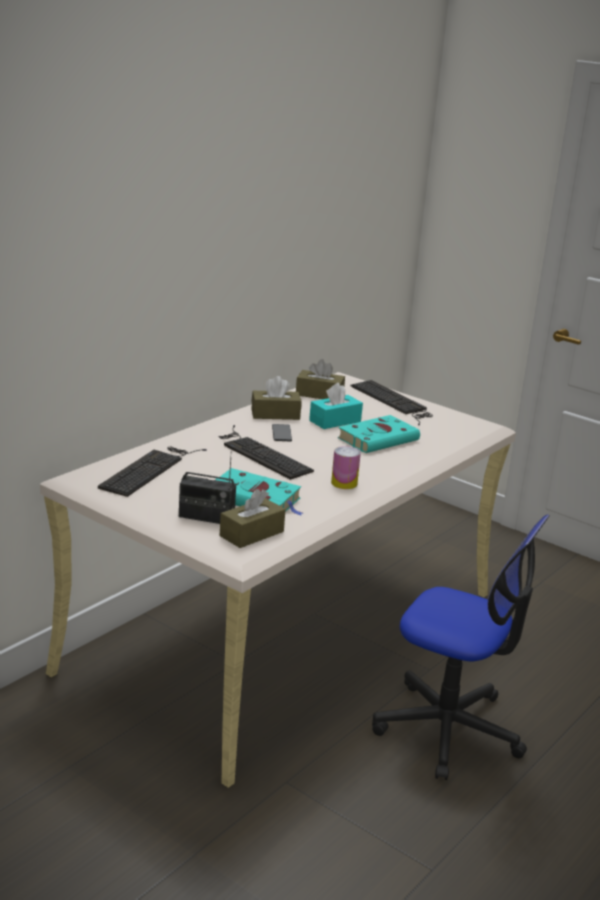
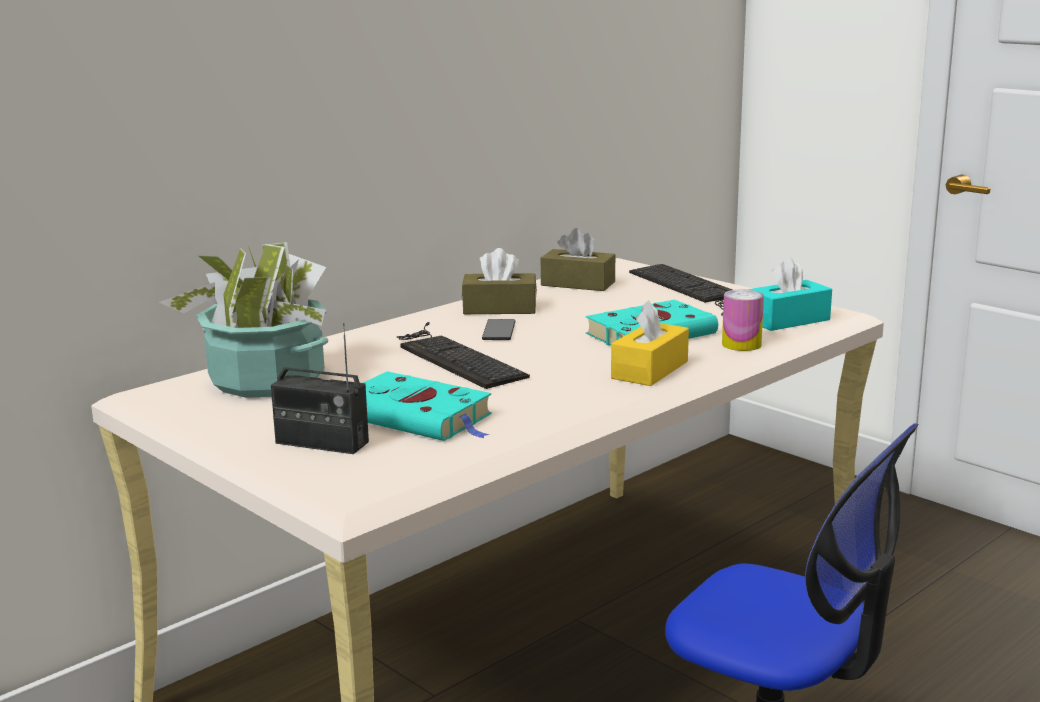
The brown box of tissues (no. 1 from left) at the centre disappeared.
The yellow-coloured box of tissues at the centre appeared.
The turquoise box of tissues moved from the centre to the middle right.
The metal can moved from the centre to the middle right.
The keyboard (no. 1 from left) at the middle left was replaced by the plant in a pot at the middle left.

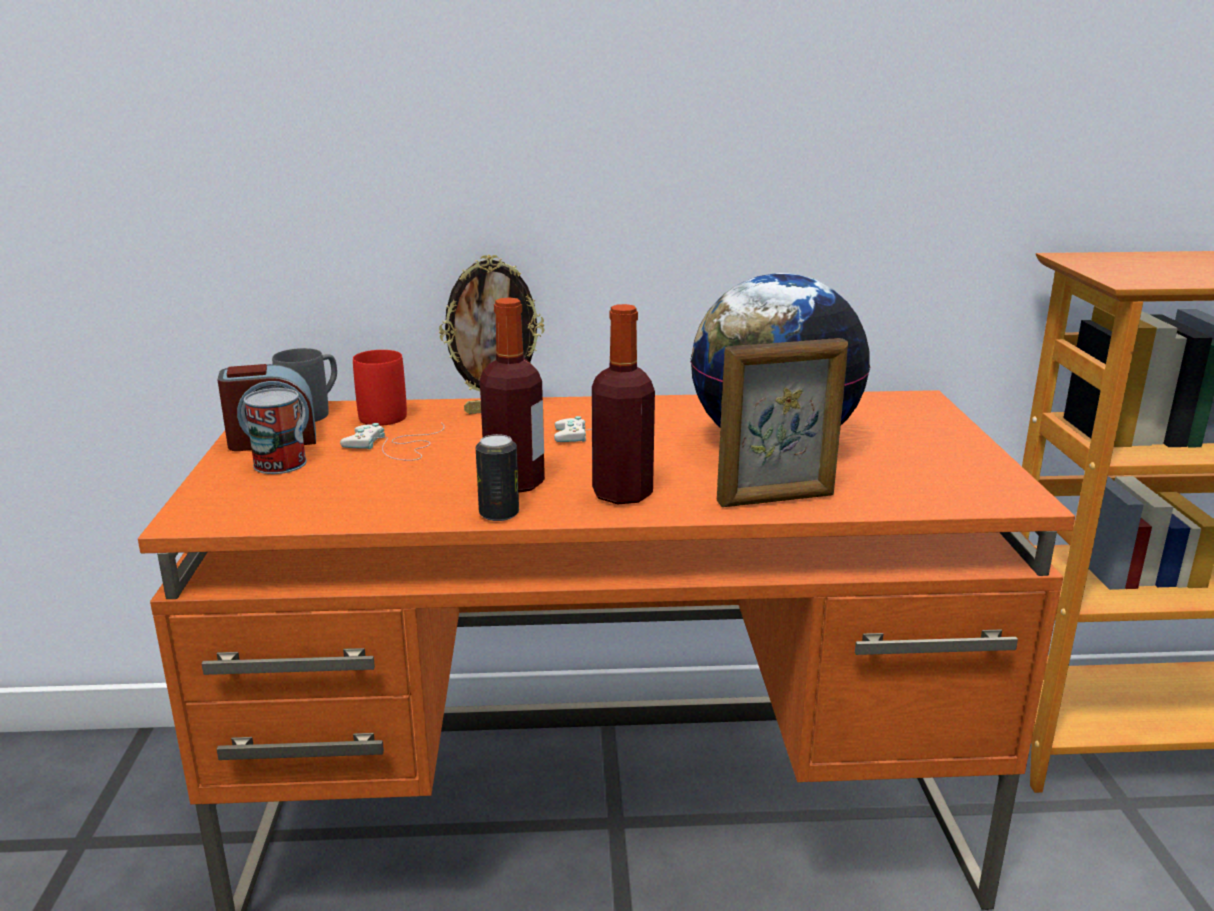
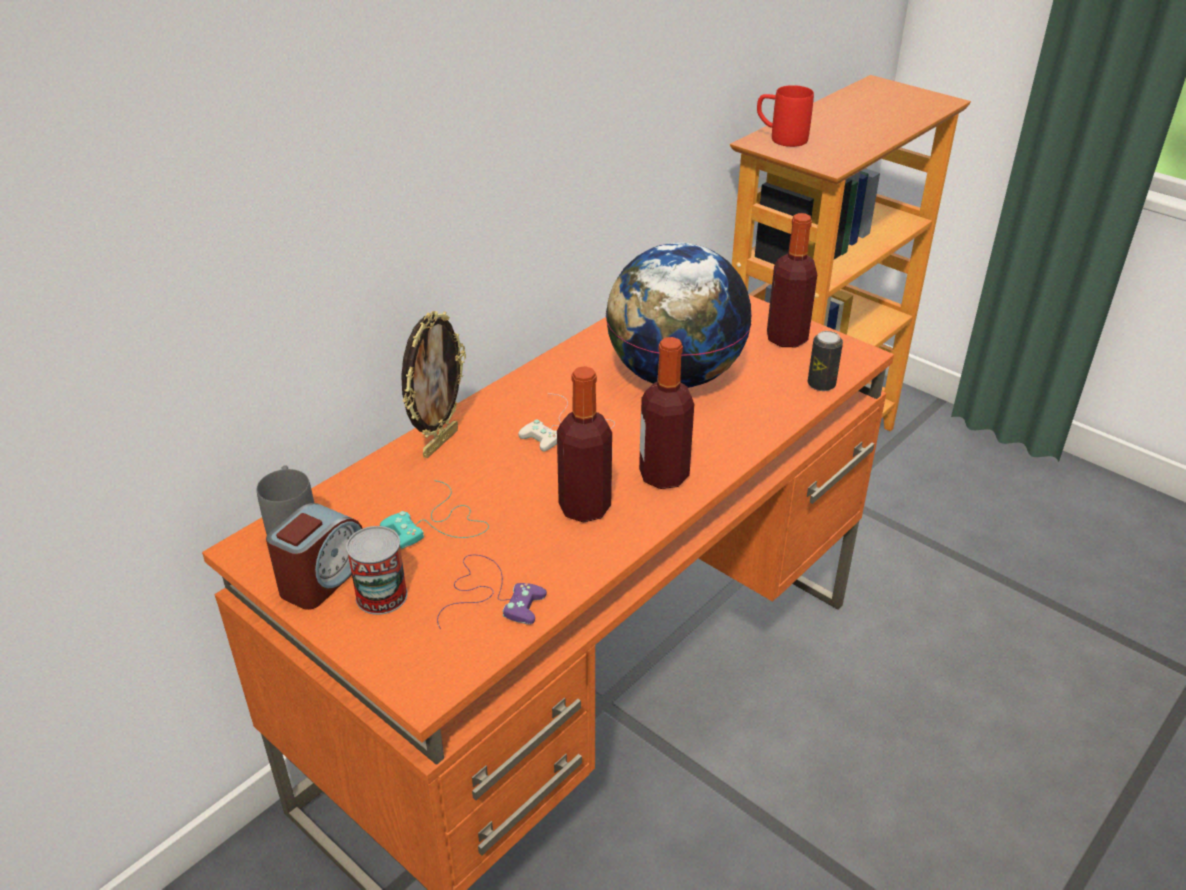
The standing frame (no. 2 from left) at the centre disappeared.
The purple joypad at the centre appeared.
The bottle (no. 3 from left) at the top right appeared.
The red-coloured mug moved from the middle left to the top centre.
The metal can (no. 2 from left) moved from the centre to the middle right.
The white joypad (no. 1 from left) at the middle left became the turquoise joypad at the centre.

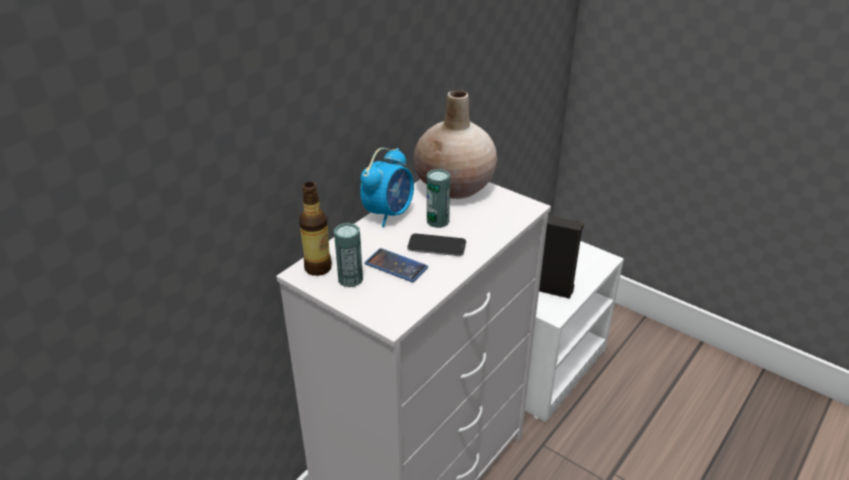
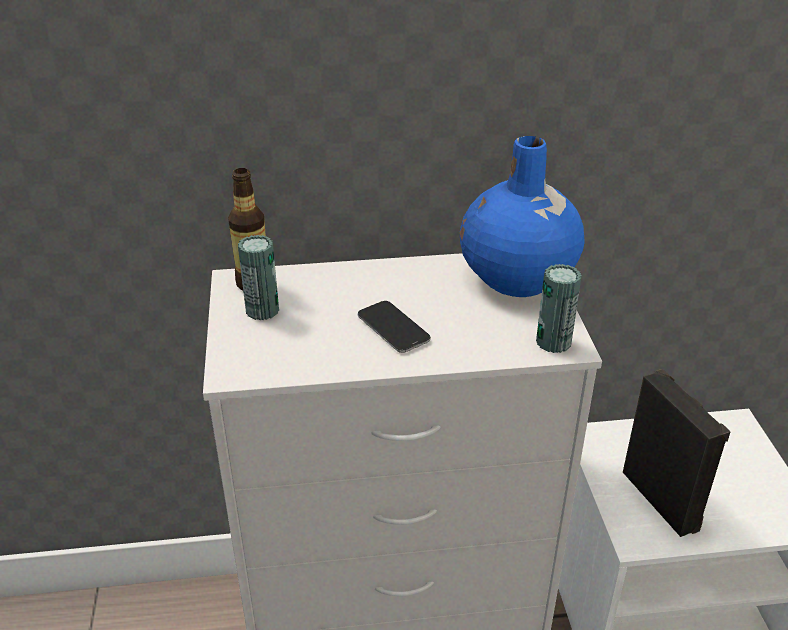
The alarm clock at the centre disappeared.
The handset (no. 1 from left) at the centre disappeared.
The metal can (no. 2 from left) moved from the centre to the middle right.
The beige-coloured vase at the top centre became the bluish vase at the centre.

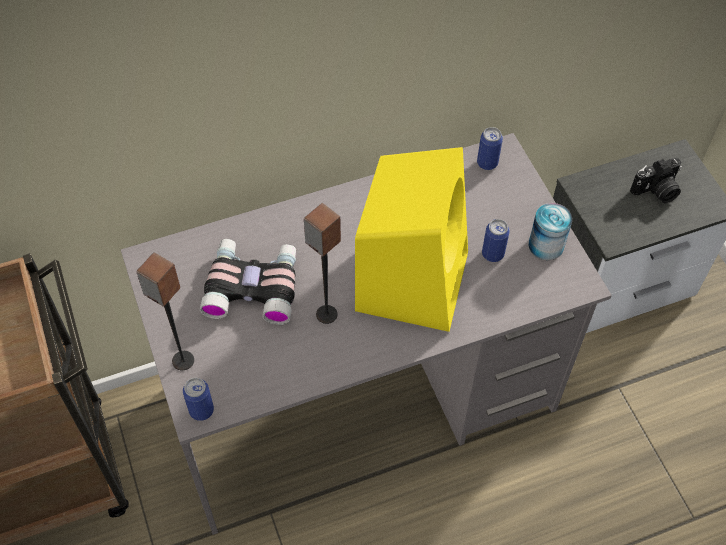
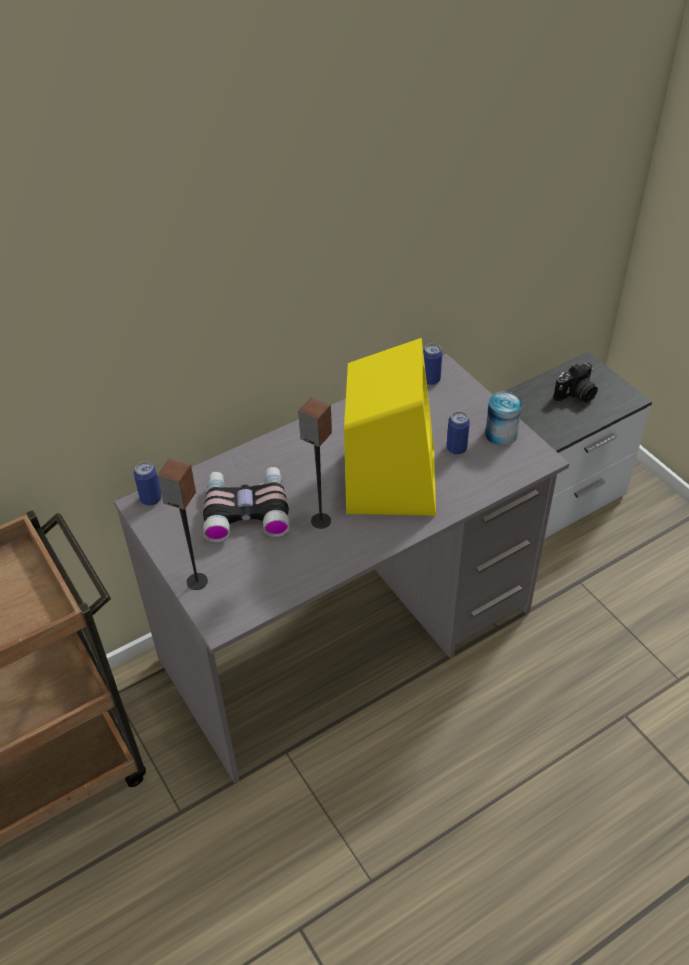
The metal can (no. 1 from left) moved from the bottom left to the middle left.

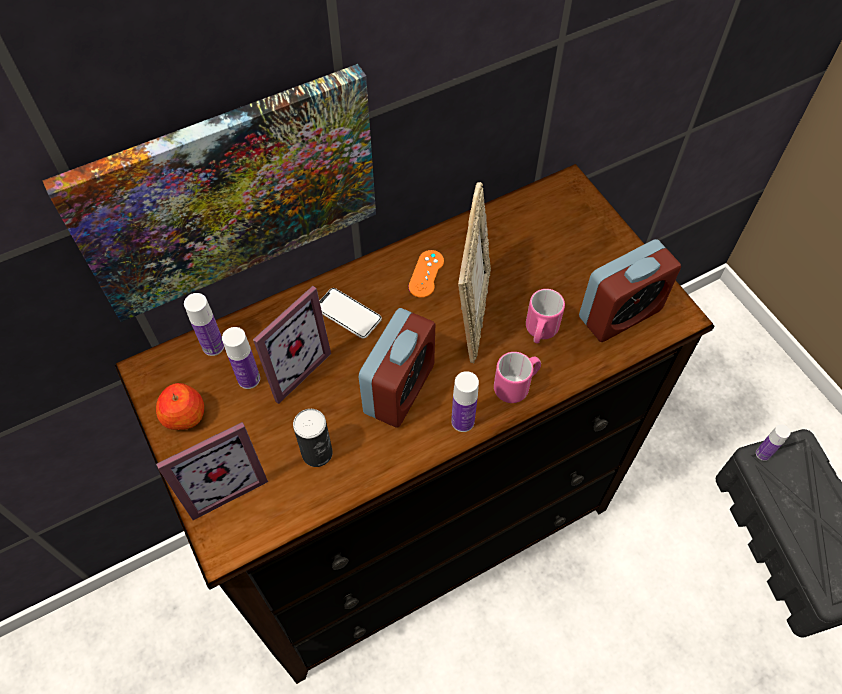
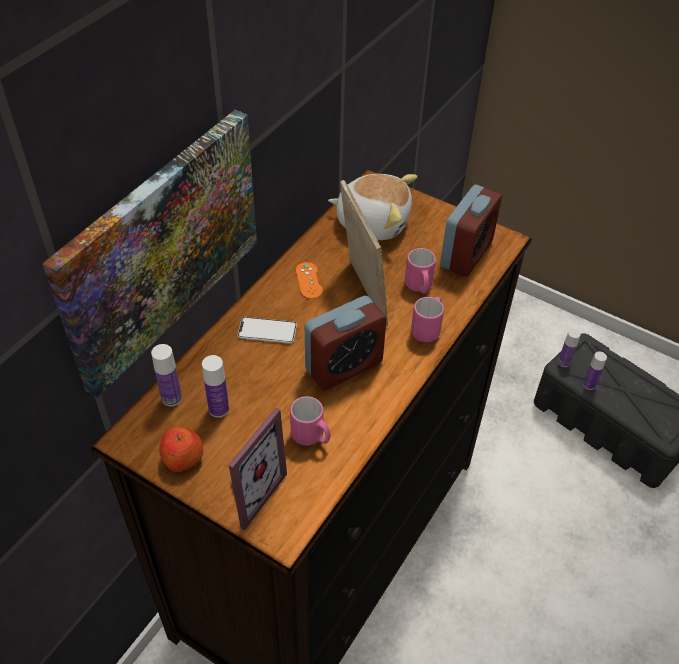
The standing frame (no. 2 from left) at the centre disappeared.
The soft toy at the top centre appeared.
The bottle (no. 3 from left in the first image) moved from the centre to the middle right.
The metal can at the centre was replaced by the pinkish mug (no. 1 from left) at the centre.
The alarm clock (no. 1 from left) at the centre turned 60 degrees clockwise.

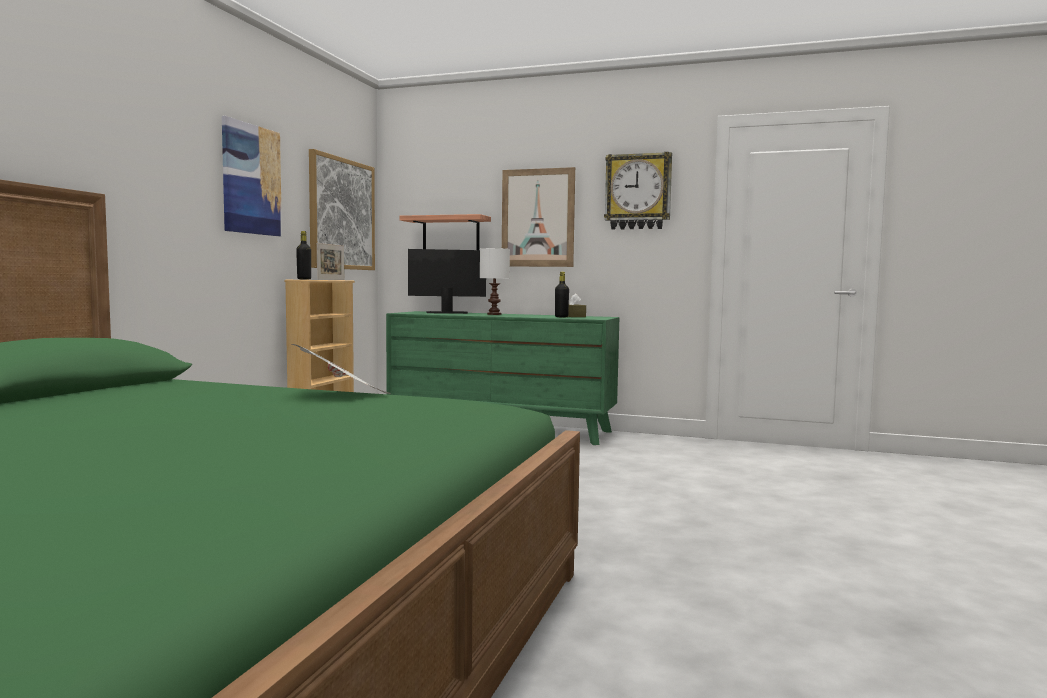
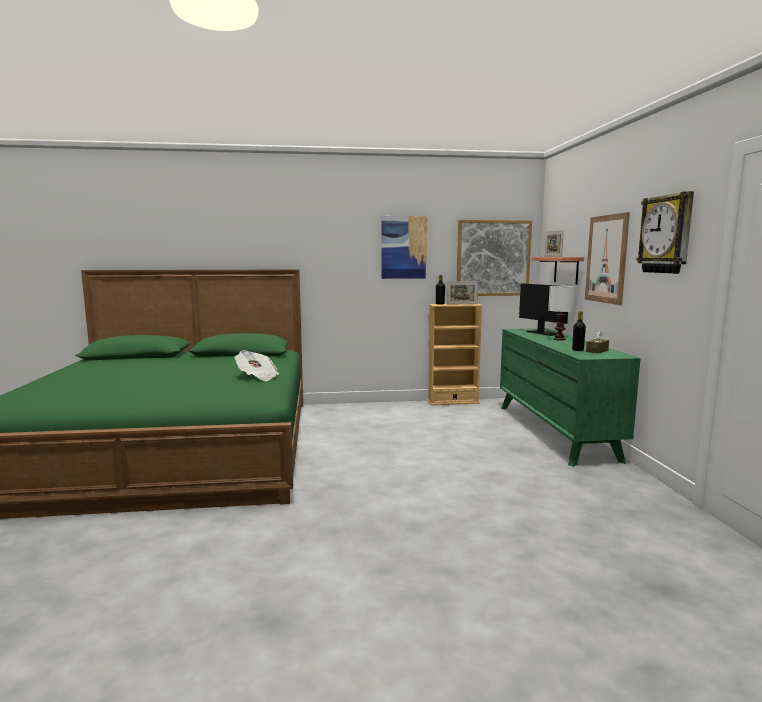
The standing frame (no. 2 from left) at the middle right appeared.

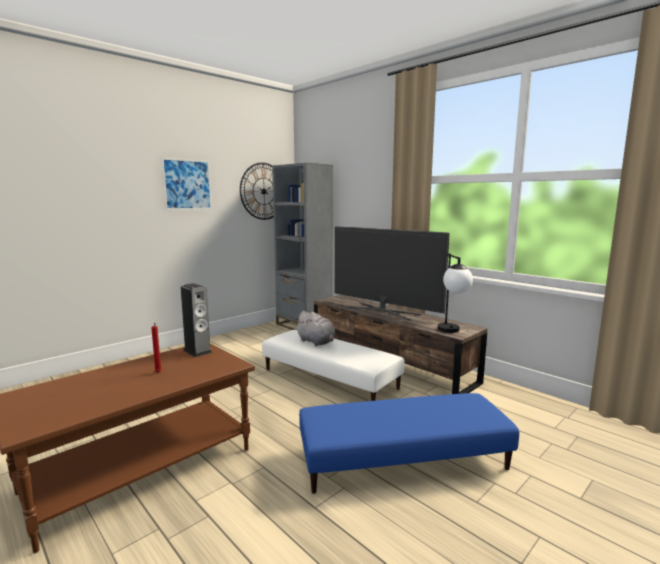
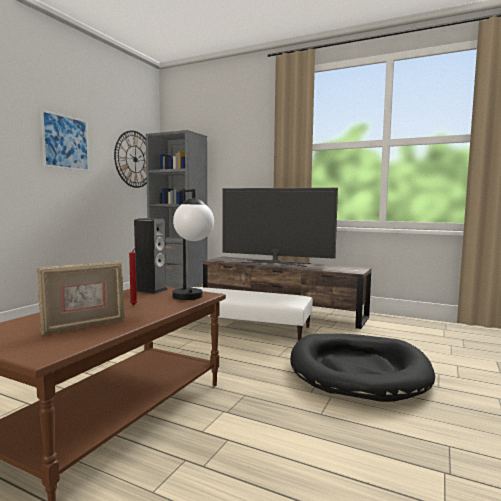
The gray soft toy at the centre disappeared.
The standing frame at the middle left appeared.
The table lamp moved from the middle right to the centre.
The bluish pouffe at the bottom centre was replaced by the black-coloured dog cushion at the bottom right.

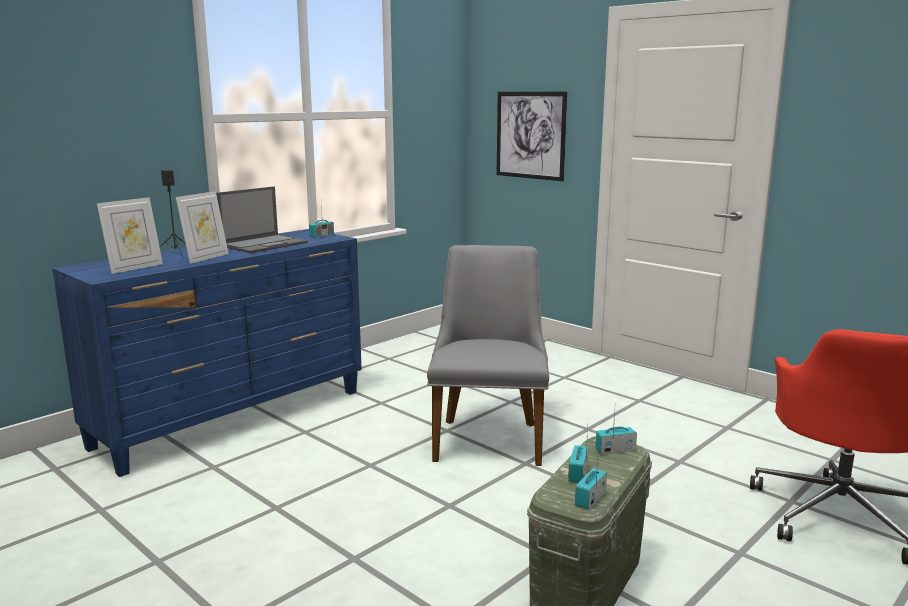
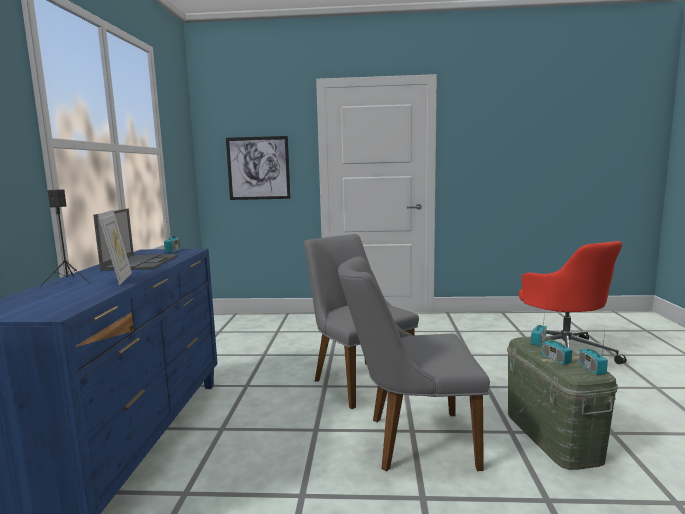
The standing frame (no. 1 from left) at the middle left disappeared.
The gray chair (no. 2 from left) at the bottom centre appeared.

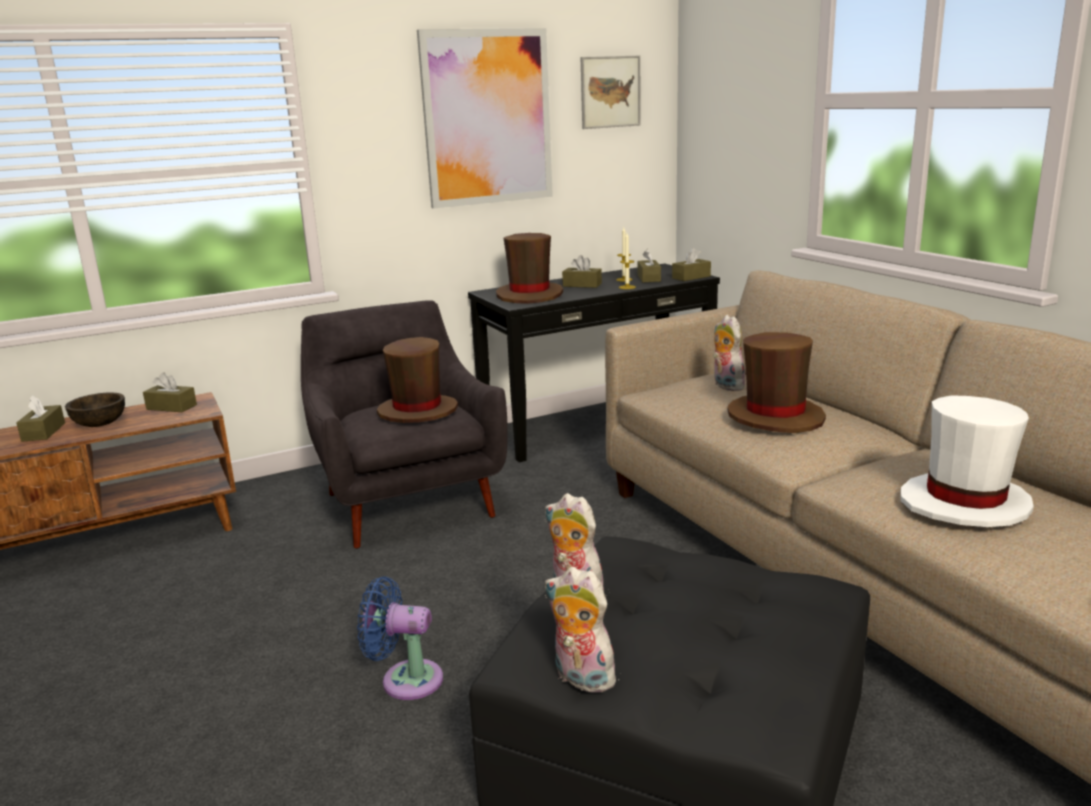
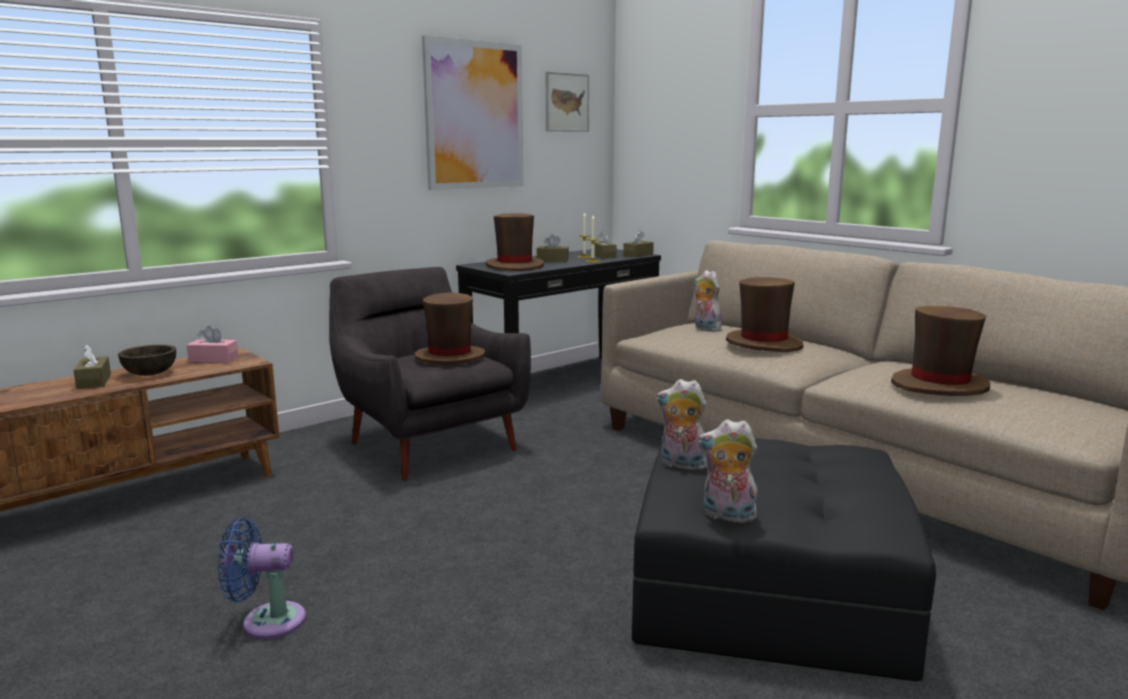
The bluish fan moved from the bottom centre to the bottom left.
The brown box of tissues (no. 2 from left) at the middle left became the pinkish box of tissues at the middle left.
The white hat at the middle right became the brown hat (no. 4 from left) at the middle right.

